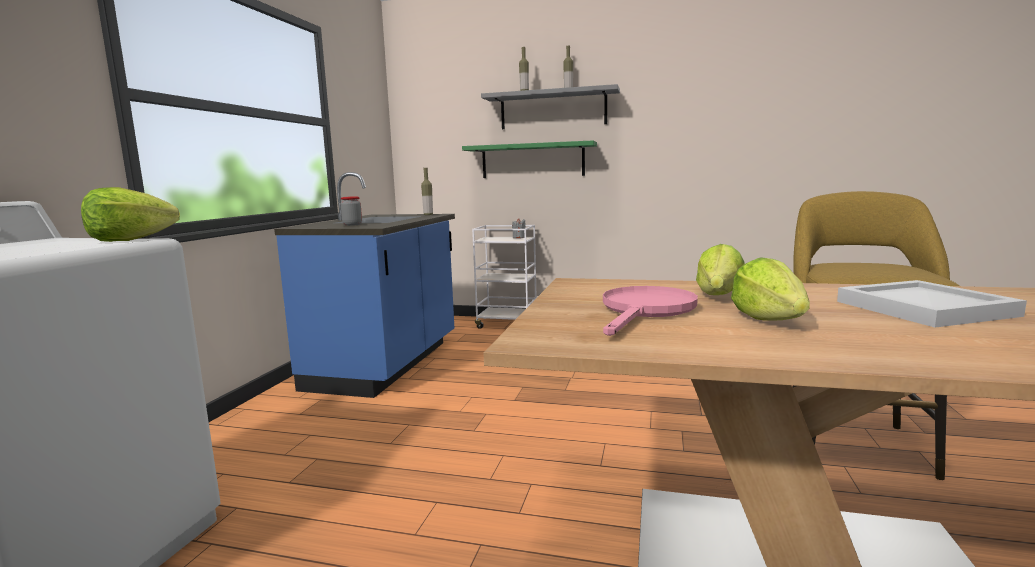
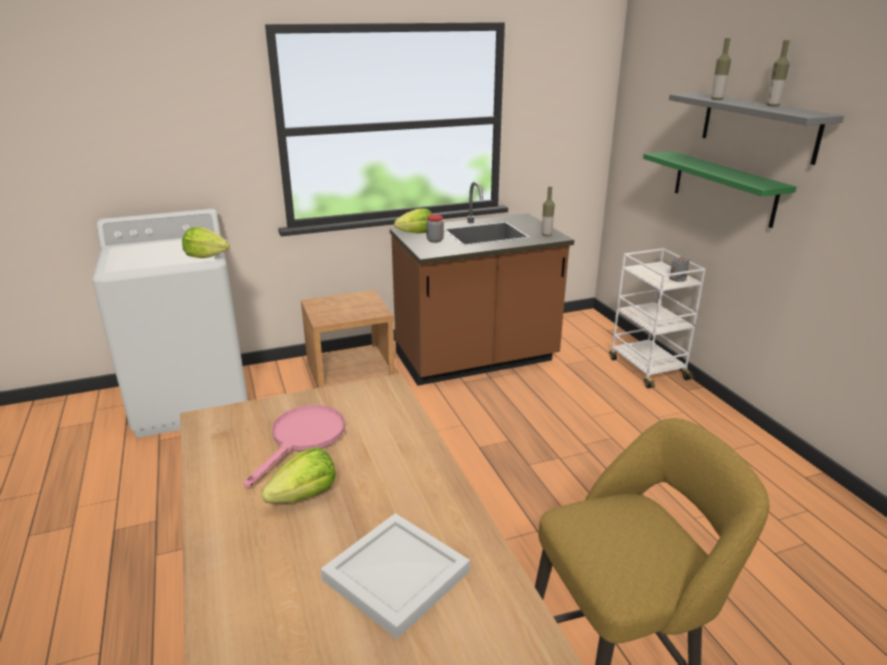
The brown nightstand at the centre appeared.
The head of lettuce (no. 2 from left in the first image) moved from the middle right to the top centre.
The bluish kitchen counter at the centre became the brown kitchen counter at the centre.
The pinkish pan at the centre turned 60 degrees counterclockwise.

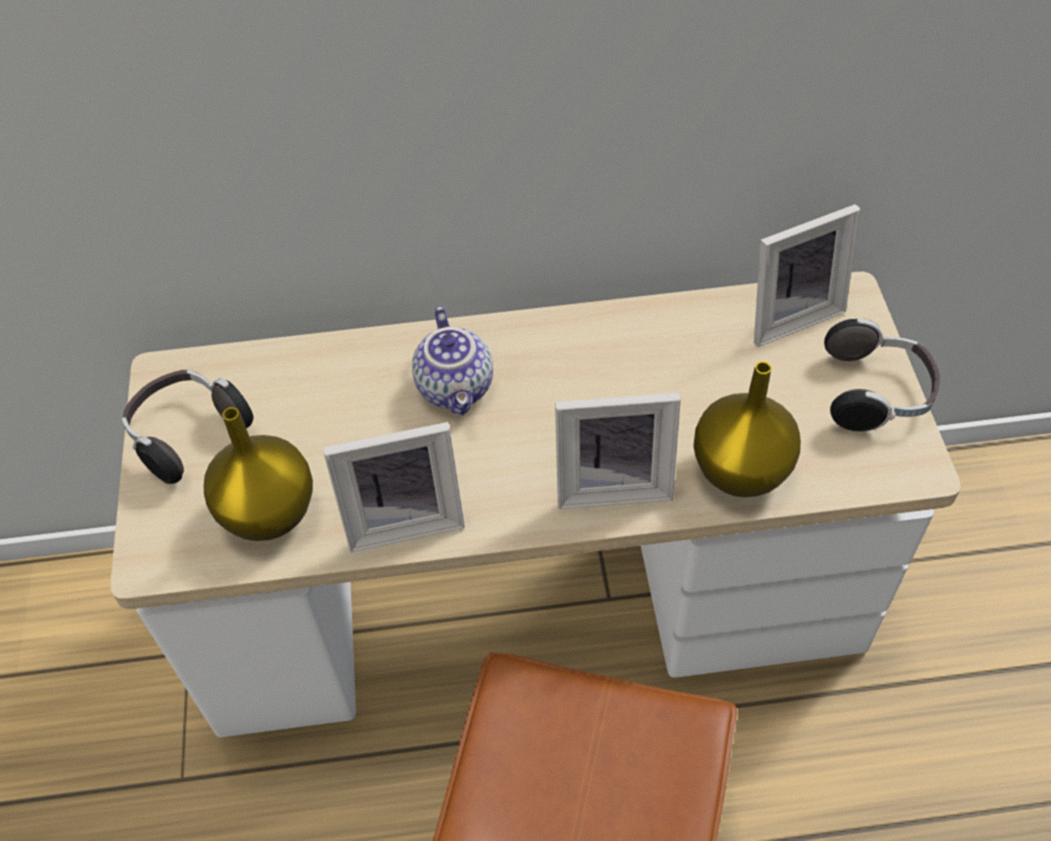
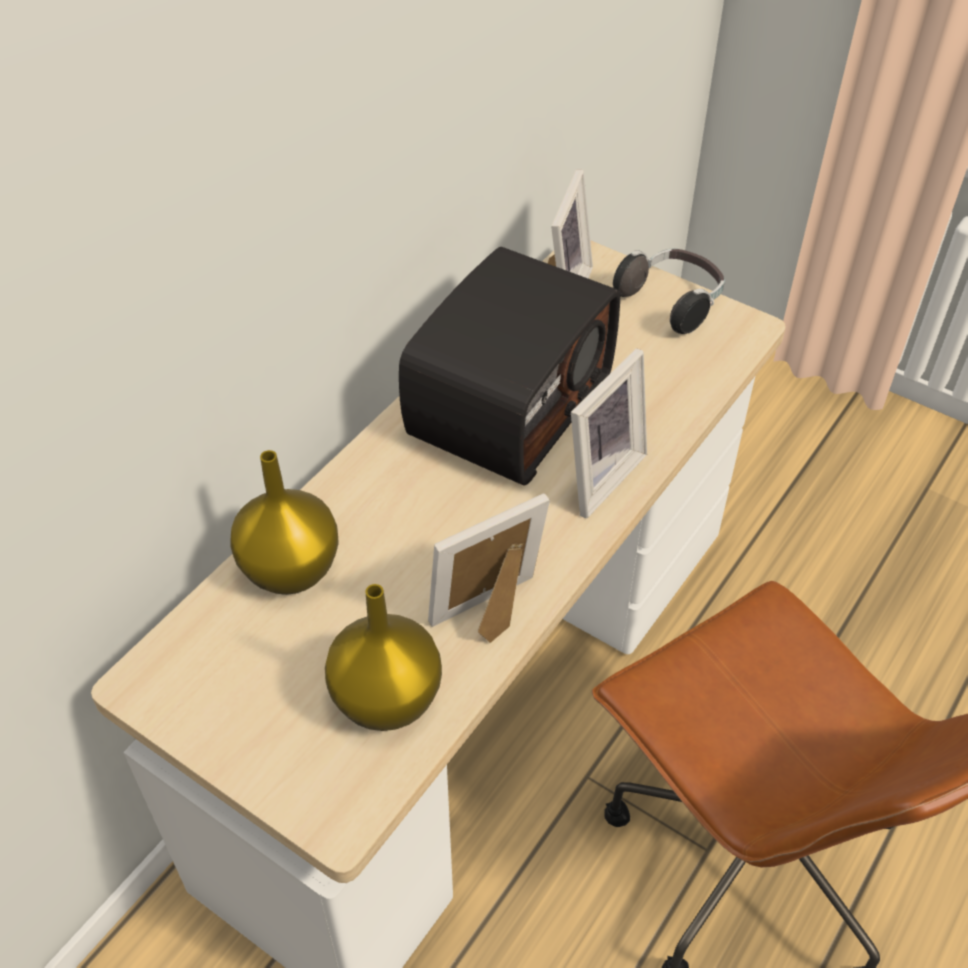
The headphones (no. 1 from left) at the middle left disappeared.
The tea pot at the centre disappeared.
The radio receiver at the centre appeared.
The yellow-coloured vase (no. 2 from left in the first image) moved from the middle right to the middle left.
The standing frame (no. 1 from left) at the centre turned 150 degrees counterclockwise.

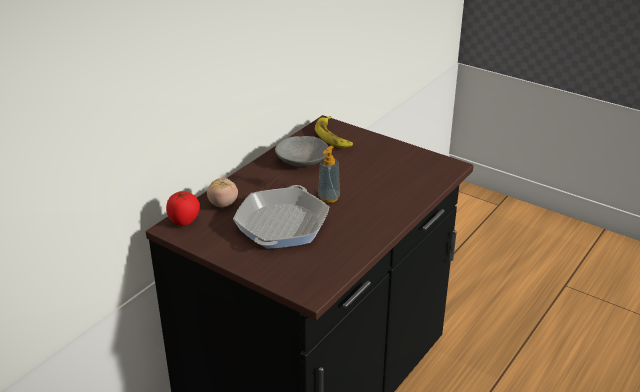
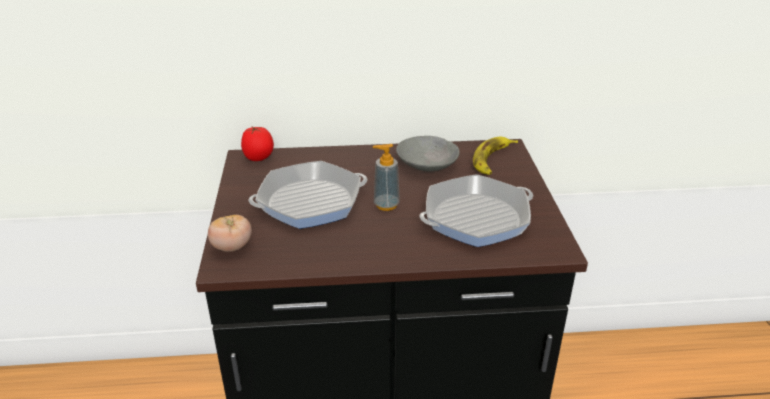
The pan (no. 2 from left) at the centre appeared.
The whole tomato (no. 2 from left in the first image) moved from the centre to the middle left.

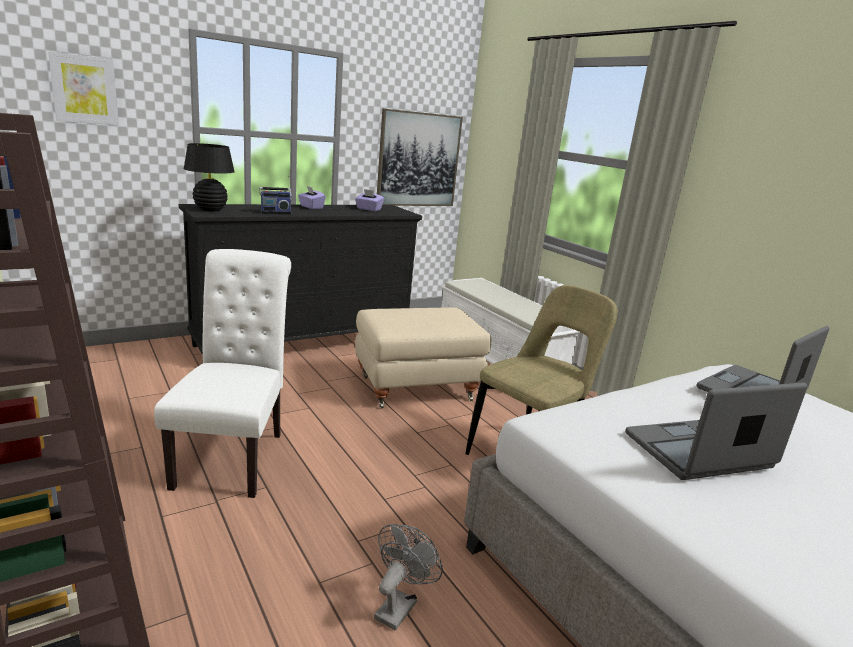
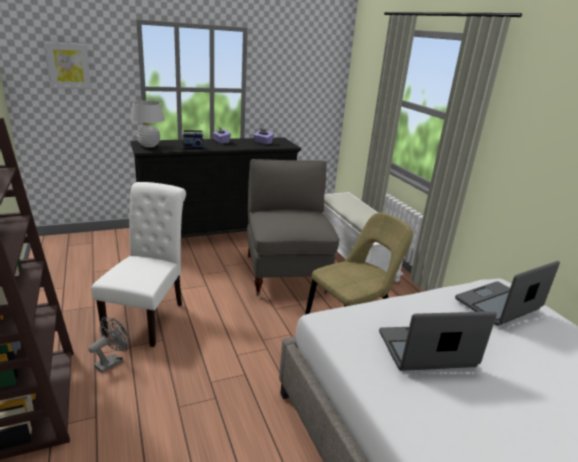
The wall picture (no. 2 from left) at the top centre disappeared.
The gray fan moved from the bottom centre to the bottom left.
The beige-coloured pouffe at the centre was replaced by the gray easy chair at the centre.
The black-coloured table lamp at the top left became the white table lamp at the top left.

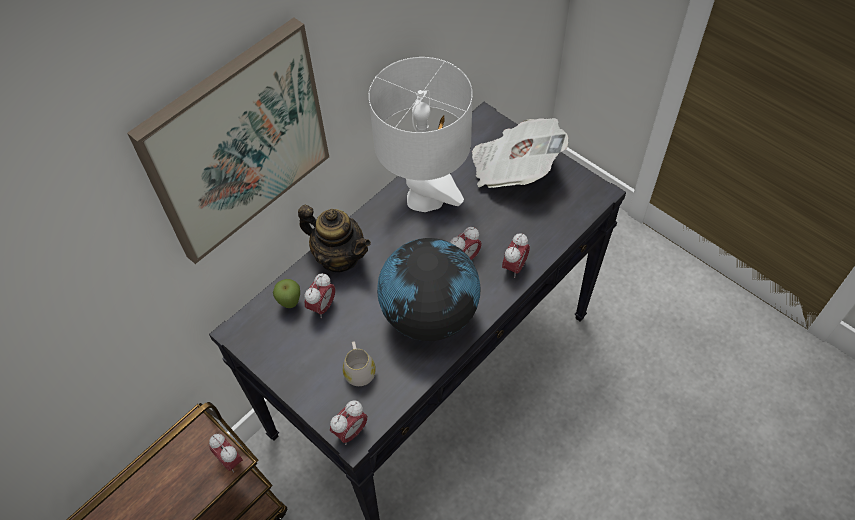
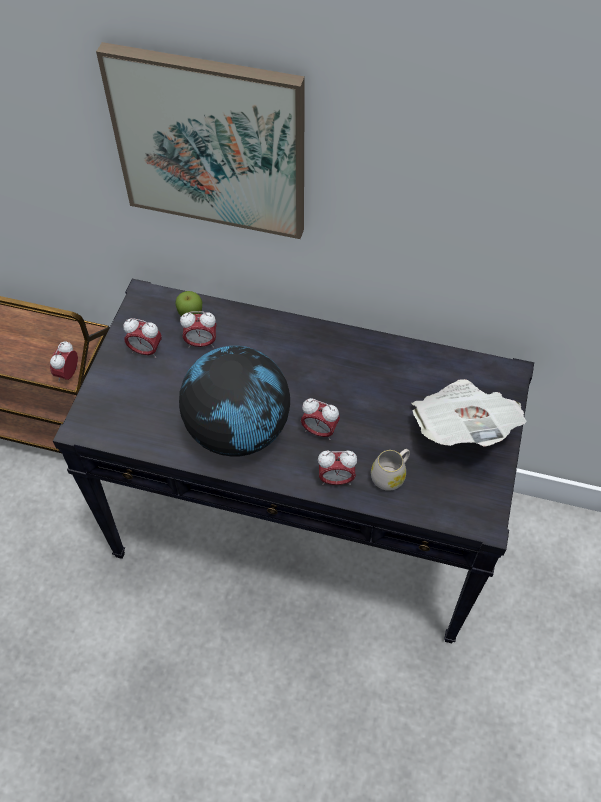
The tea pot at the centre disappeared.
The white table lamp at the top centre disappeared.
The alarm clock (no. 3 from left in the first image) moved from the bottom centre to the middle left.
The white mug moved from the bottom centre to the centre.

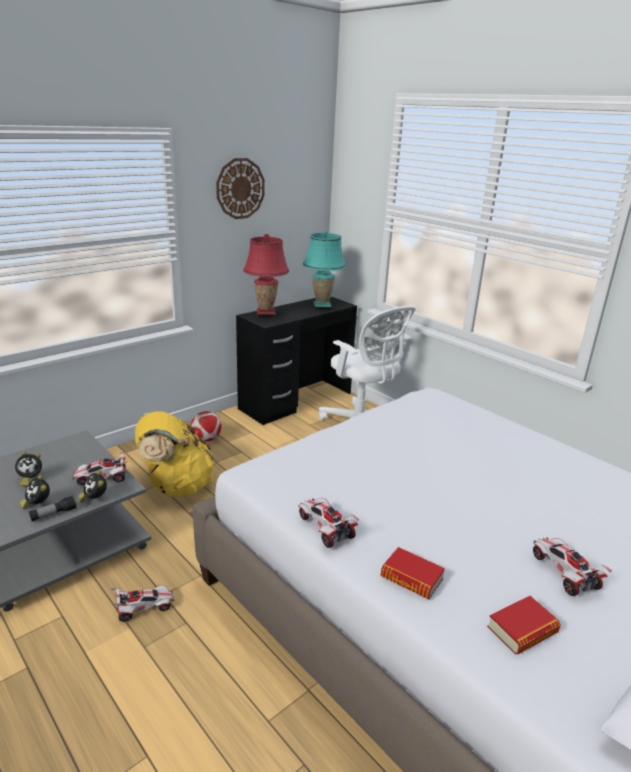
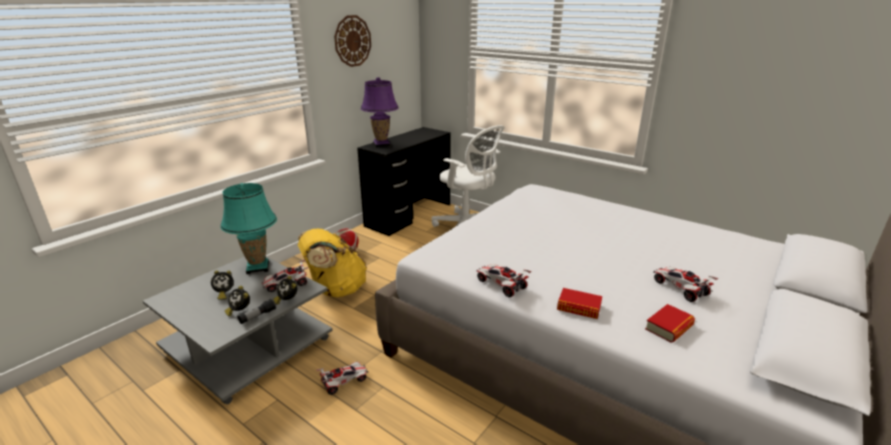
The turquoise table lamp moved from the centre to the middle left.
The red-coloured table lamp at the centre became the purple table lamp at the top centre.

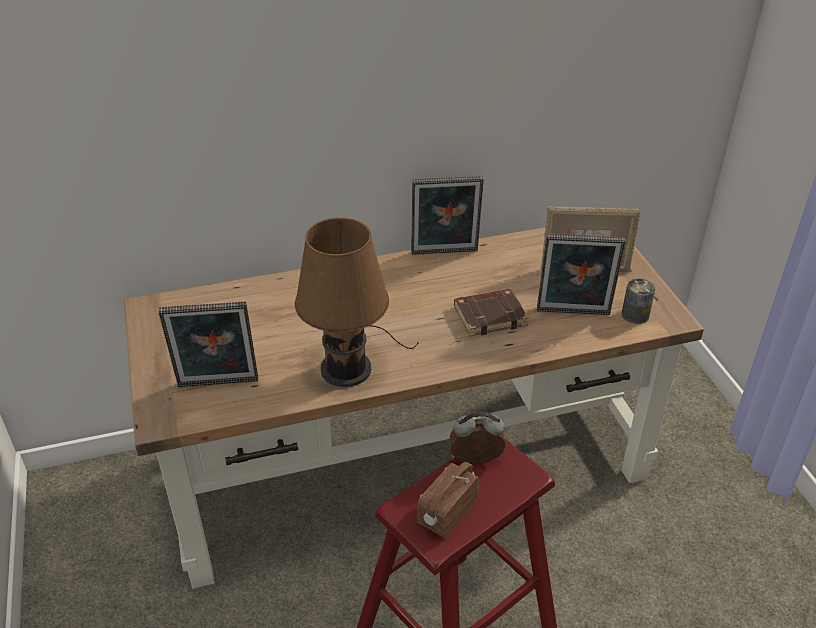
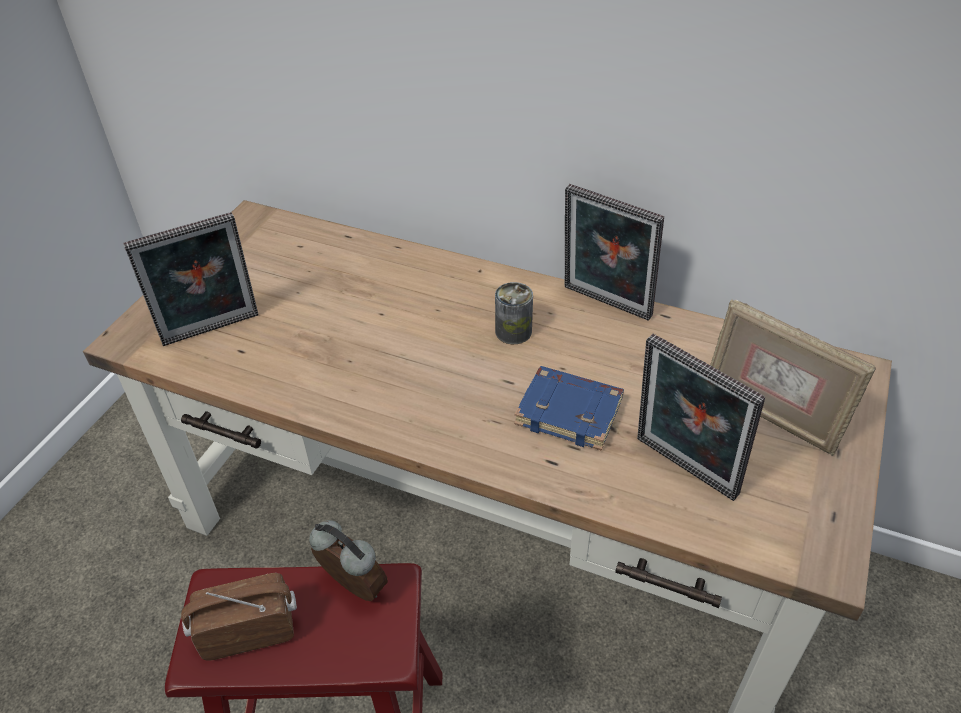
The brown table lamp at the centre disappeared.
The metal can moved from the middle right to the centre.
The brown bound book at the centre became the bluish bound book at the centre.
The standing frame (no. 1 from left) at the middle left turned 60 degrees counterclockwise.

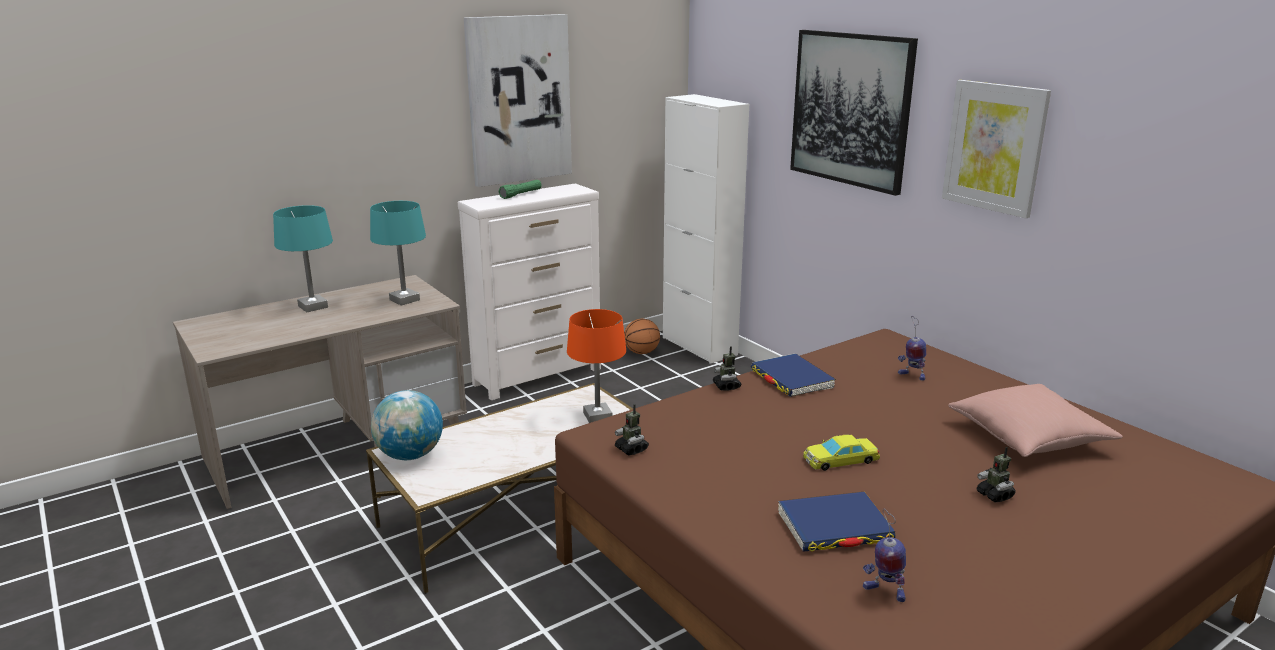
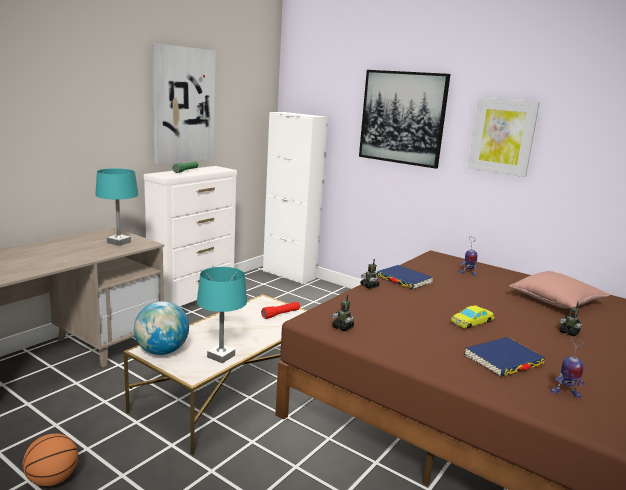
The turquoise table lamp (no. 1 from left in the first image) moved from the middle left to the centre.
The ball for basketball moved from the centre to the bottom left.
The orange-coloured table lamp at the centre was replaced by the red-coloured flashlight at the centre.

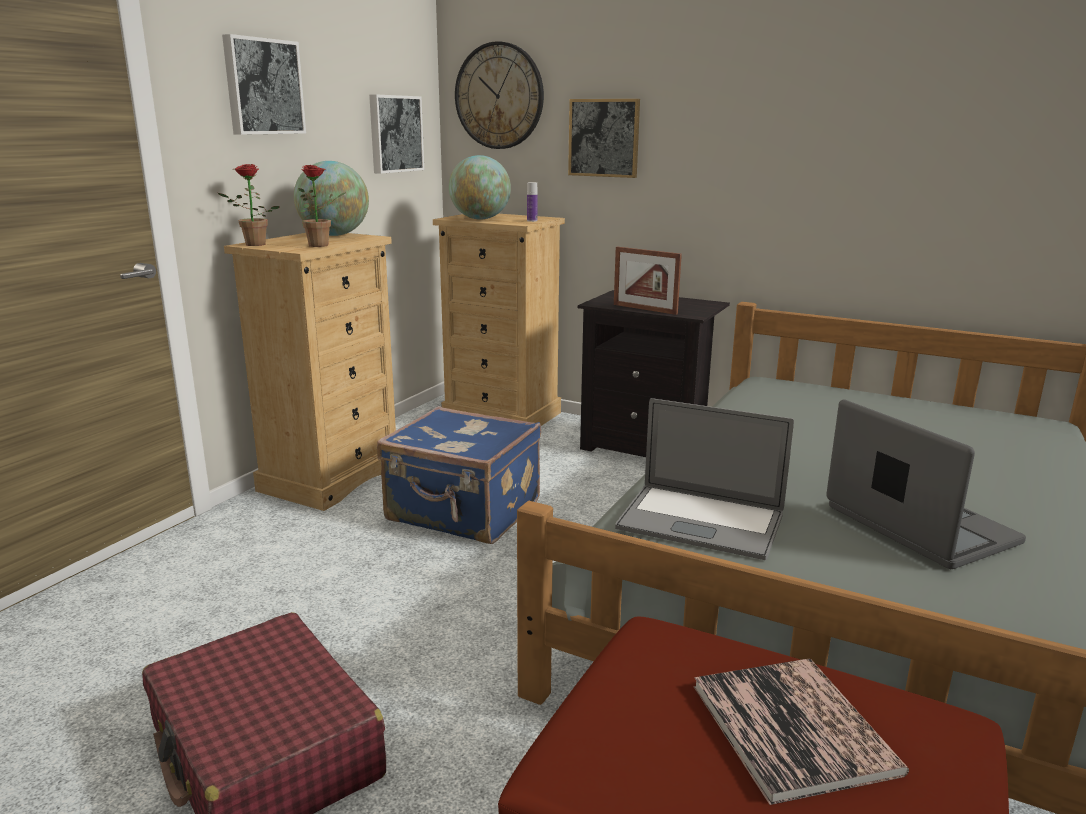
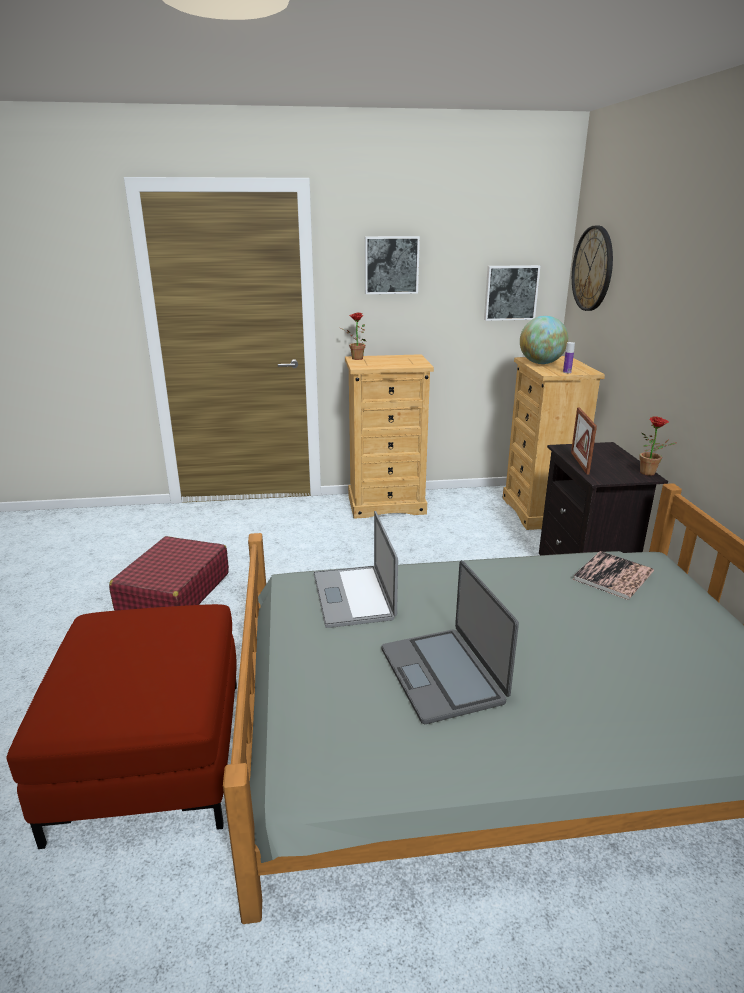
The globe (no. 1 from left) at the top left disappeared.
The bluish suitcase at the centre disappeared.
The wall picture (no. 3 from left) at the top centre disappeared.
The plant in a pot (no. 2 from left) moved from the top left to the middle right.
The bound book moved from the bottom right to the middle right.
The portable computer (no. 2 from left) at the middle right turned 135 degrees clockwise.

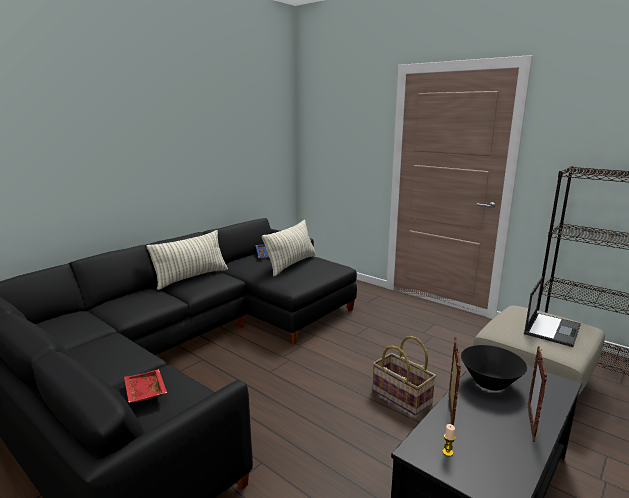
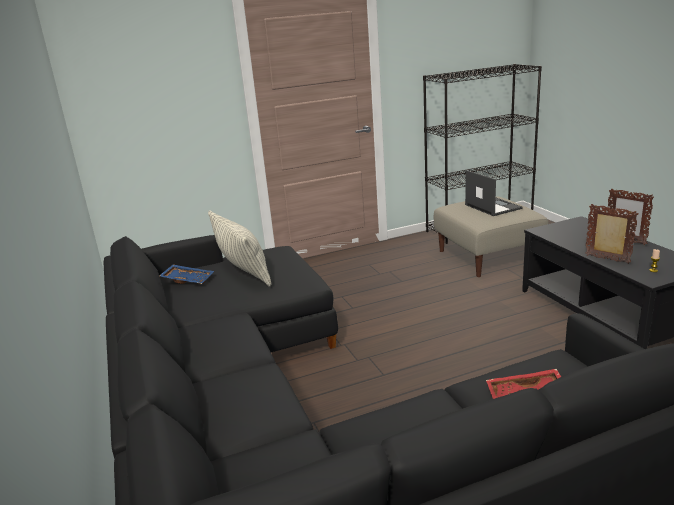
The throw pillow (no. 1 from left) at the middle left disappeared.
The basket at the bottom centre disappeared.
The black-coloured serving bowl at the bottom right disappeared.

